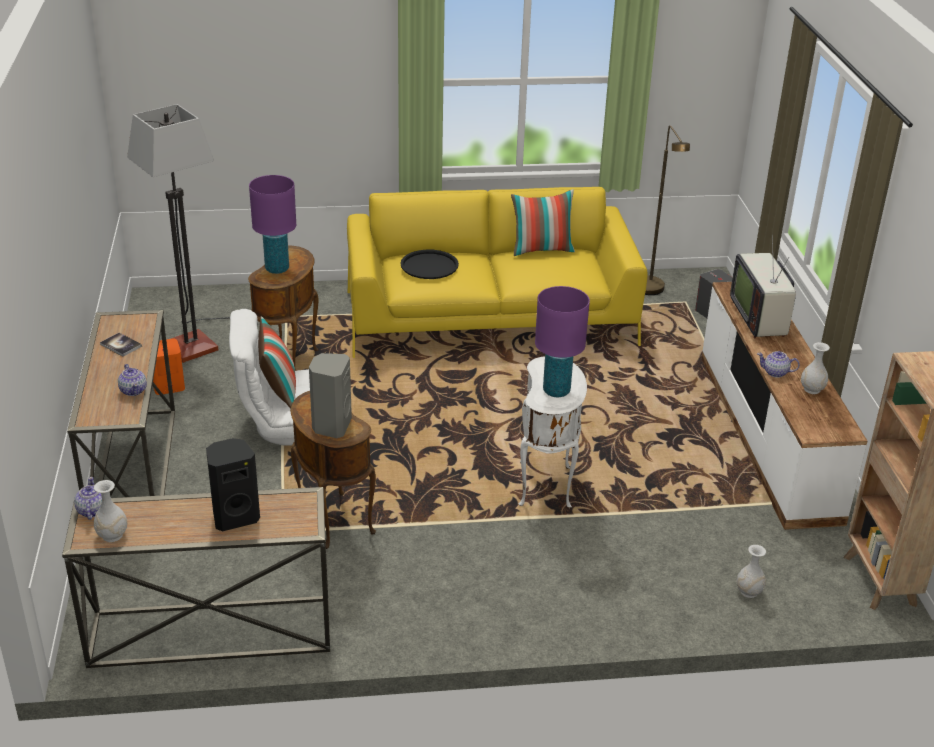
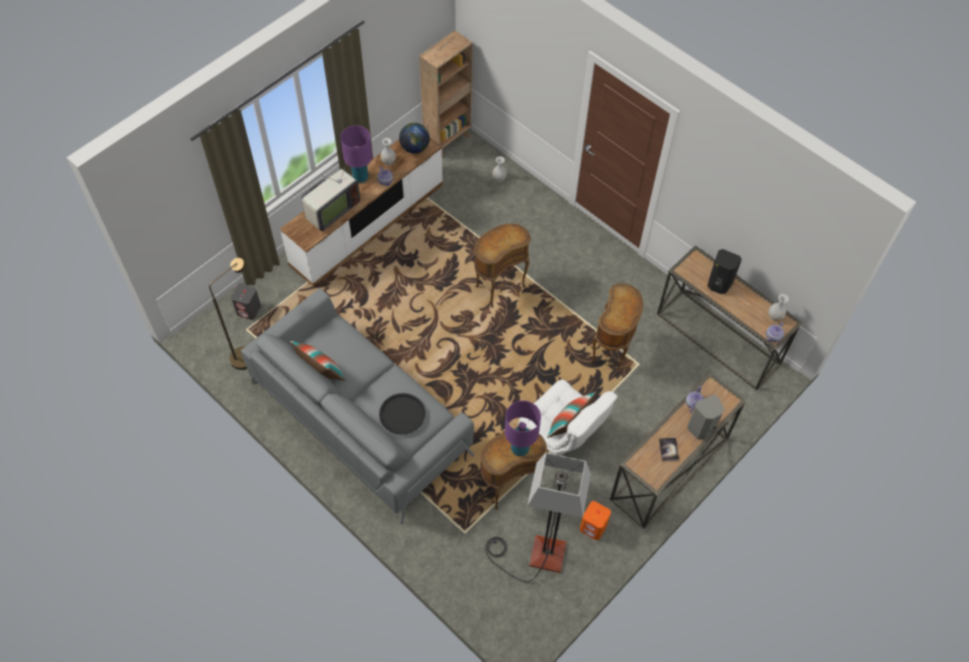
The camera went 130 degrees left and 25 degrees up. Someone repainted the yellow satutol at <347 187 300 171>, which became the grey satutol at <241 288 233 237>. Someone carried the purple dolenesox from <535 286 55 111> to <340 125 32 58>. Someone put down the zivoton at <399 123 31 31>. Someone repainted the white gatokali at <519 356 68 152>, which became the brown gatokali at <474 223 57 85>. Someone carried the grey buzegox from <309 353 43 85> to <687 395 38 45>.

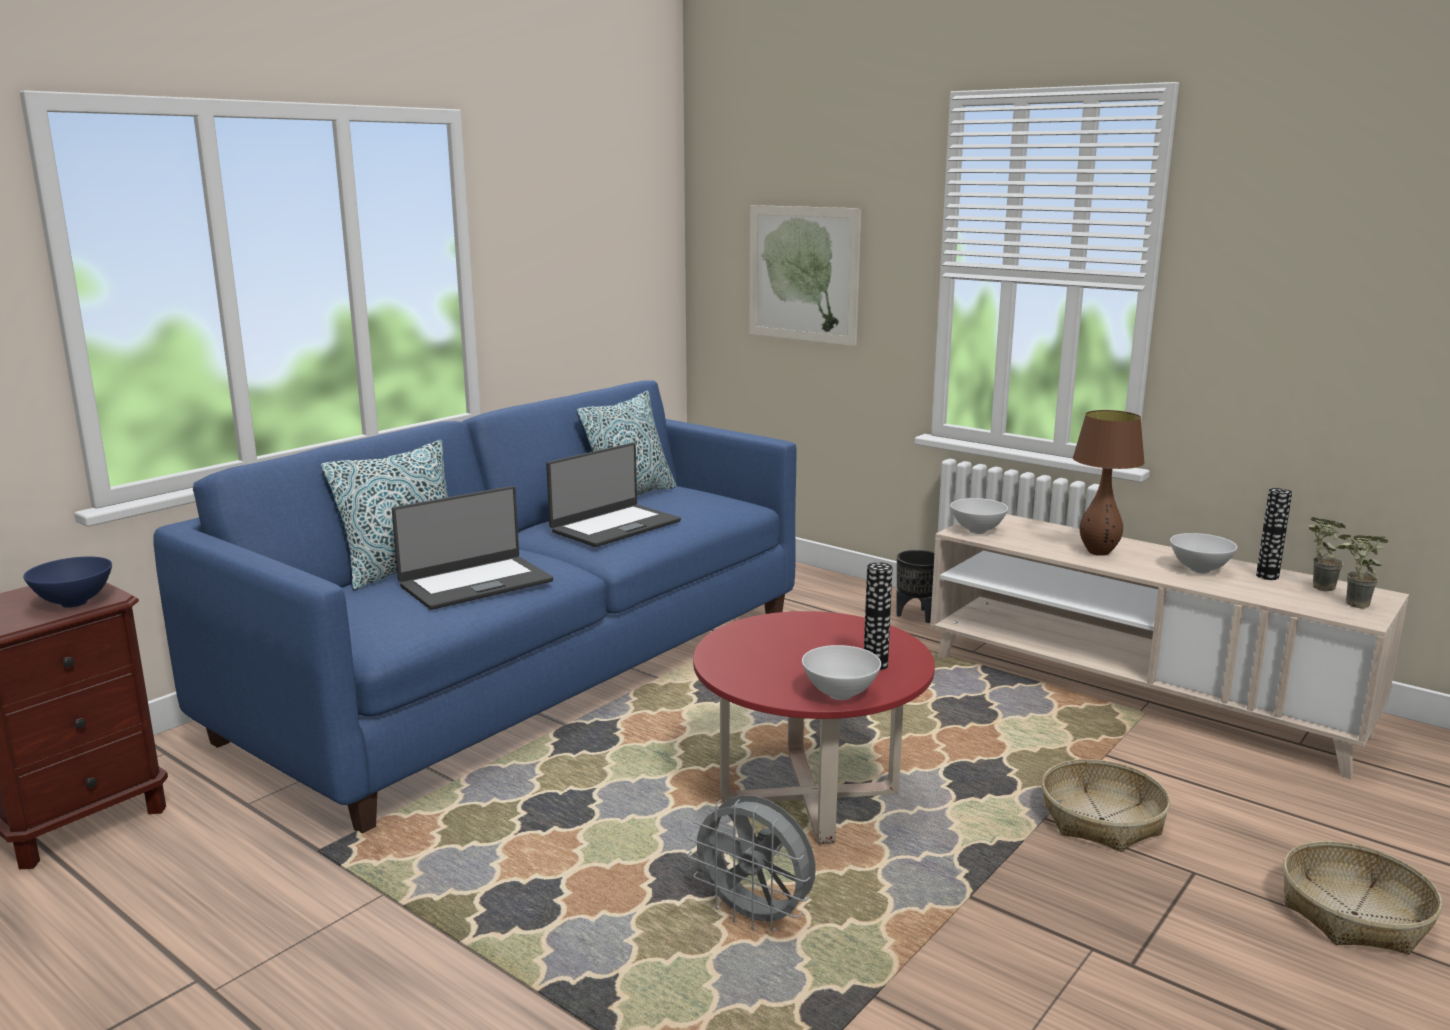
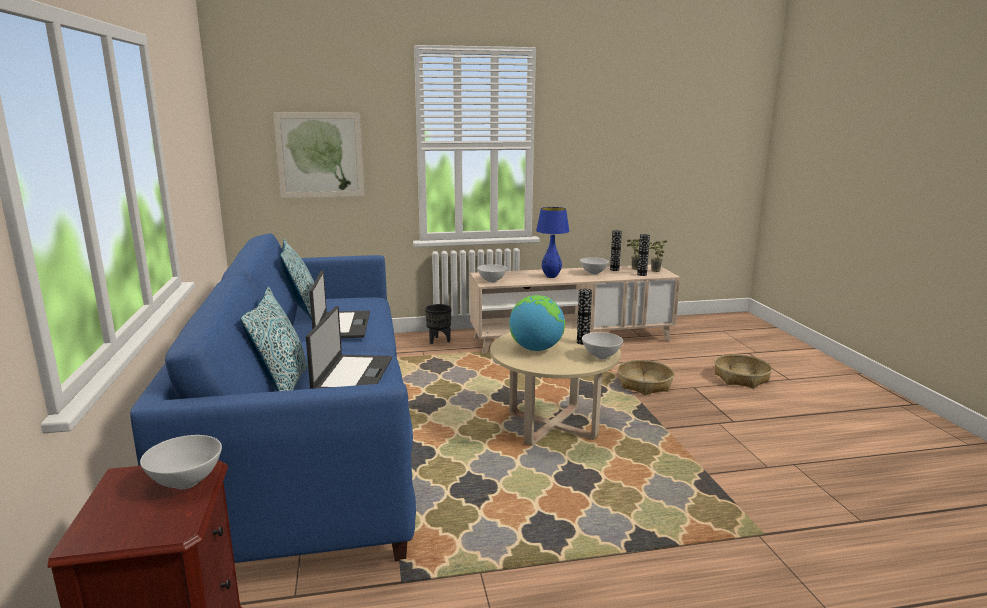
The camera went 50 degrees left and 0 degrees up. Someone repainted the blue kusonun at <23 557 89 51>, which became the white kusonun at <140 435 82 54>. Someone repainted the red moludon at <693 611 242 234>, which became the beige moludon at <490 328 131 118>. Someone put down the zivoton at <509 295 56 56>. Someone repainted the brown dolenesox at <1073 410 72 146>, which became the blue dolenesox at <536 207 34 71>. Someone put down the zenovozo at <637 234 13 42>. Someone took away the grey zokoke at <687 795 129 137>.

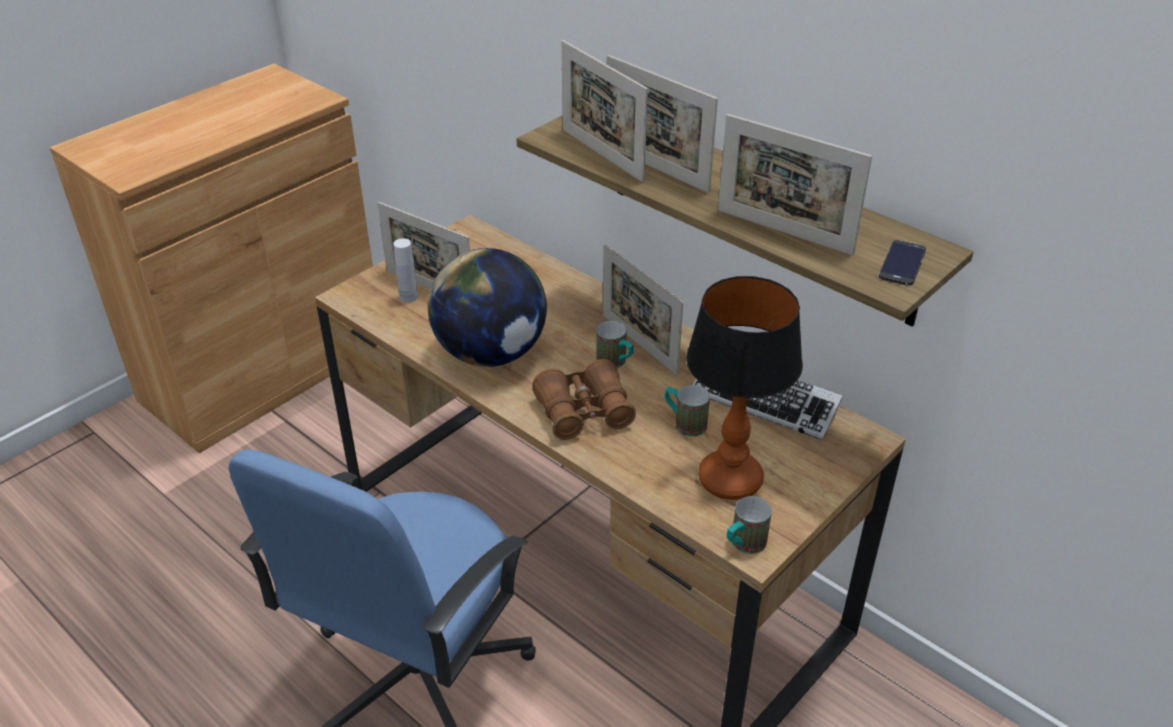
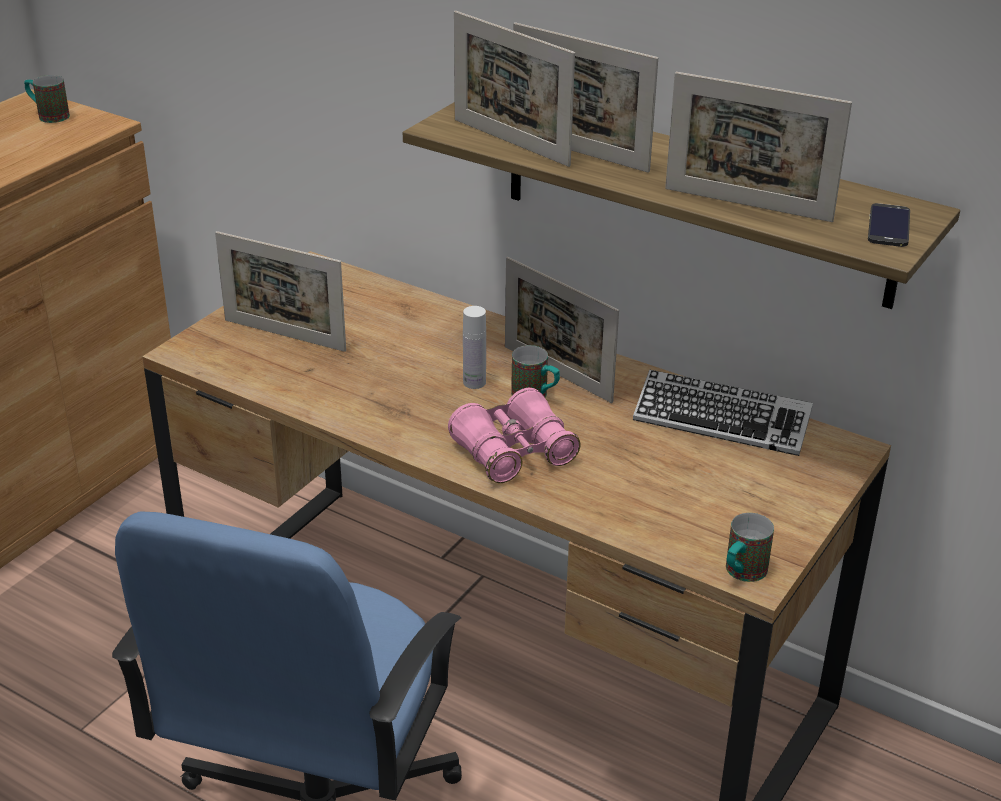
The camera went 10 degrees left and 5 degrees down. Someone carried the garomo from <665 385 45 52> to <24 75 46 48>. Someone repainted the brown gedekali at <532 359 104 81>, which became the pink gedekali at <448 388 133 95>. Someone carried the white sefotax from <393 238 25 65> to <463 306 23 83>. Someone took away the zivoton at <428 248 119 119>. Someone took away the dolenesox at <686 276 117 224>.

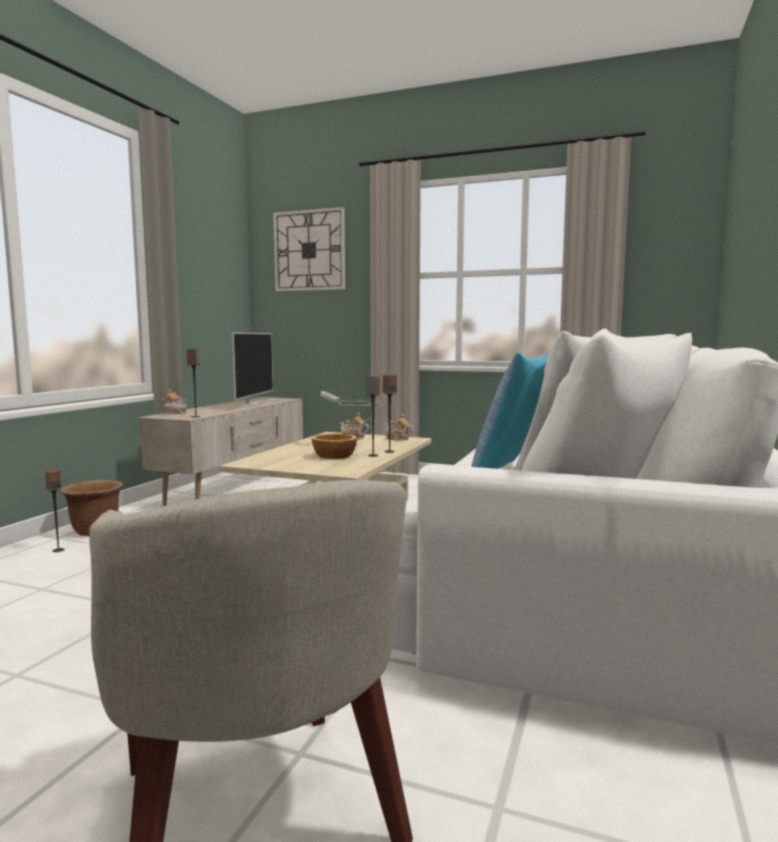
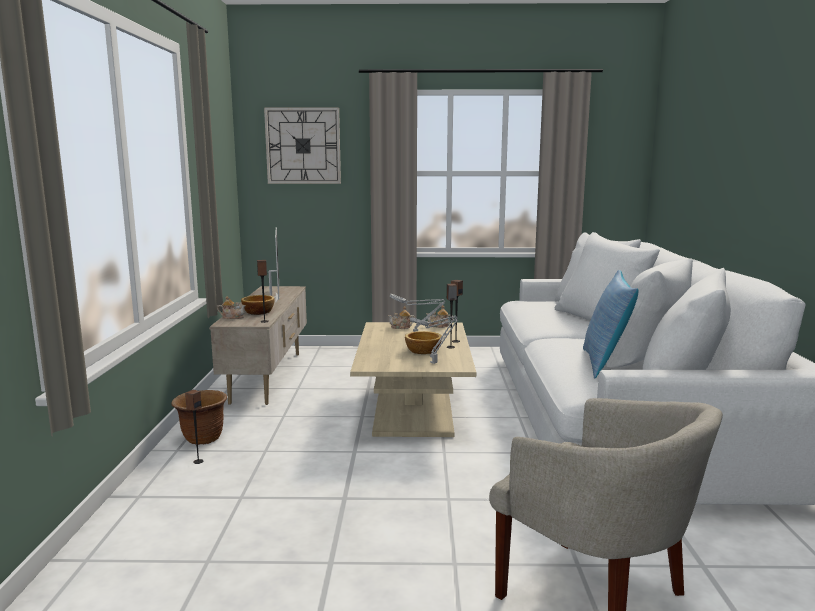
The camera went 20 degrees left and 5 degrees up. Someone put down the kusonun at <241 295 34 20>. Someone put down the grey dolenesox at <410 316 48 48>.

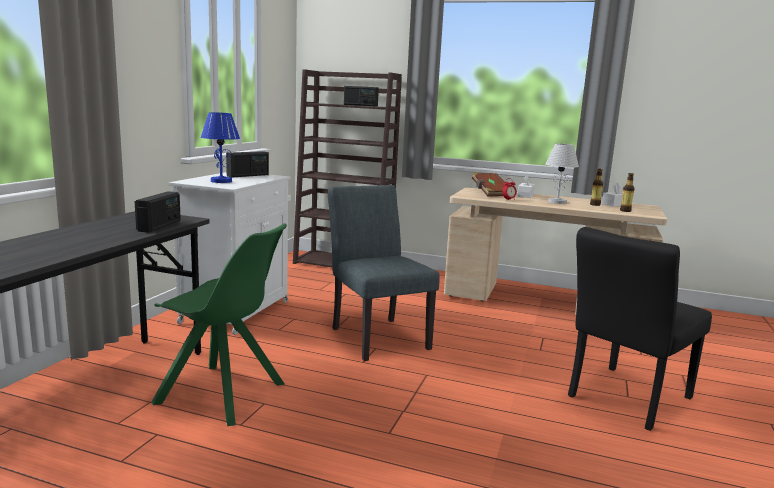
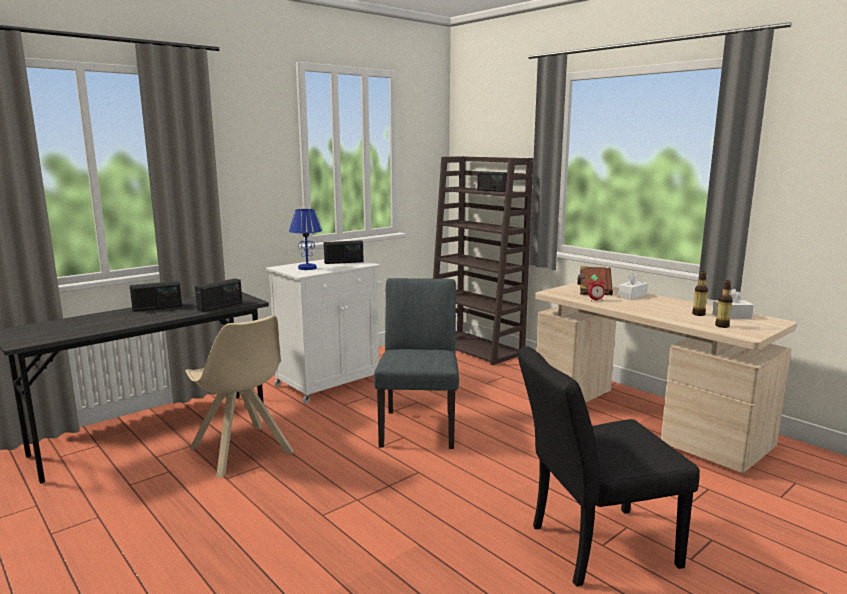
The camera went 30 degrees right and 0 degrees up. Someone put down the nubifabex at <130 281 52 31>. Someone repainted the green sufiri at <152 223 135 203>, which became the beige sufiri at <186 315 108 163>. Someone took away the white dolenesox at <546 144 33 60>.

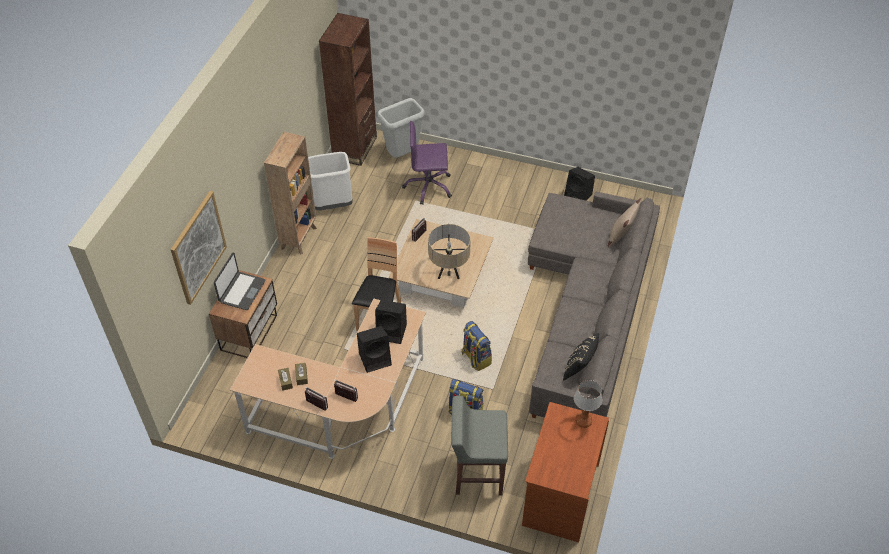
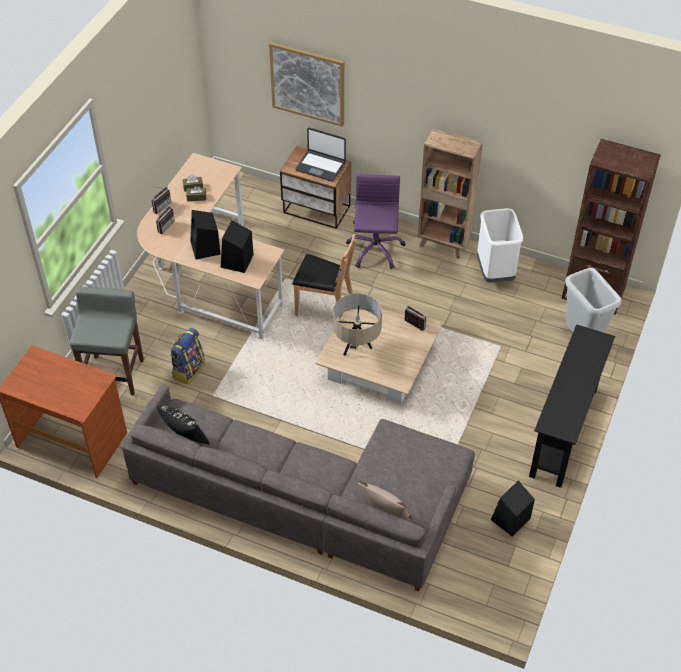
The camera went 95 degrees right and 0 degrees up. Someone carried the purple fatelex from <402 121 50 84> to <346 174 60 95>. Someone put down the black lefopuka at <529 324 86 164>. Someone took away the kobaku at <462 321 30 50>. Someone took away the dolenesox at <574 380 28 48>.

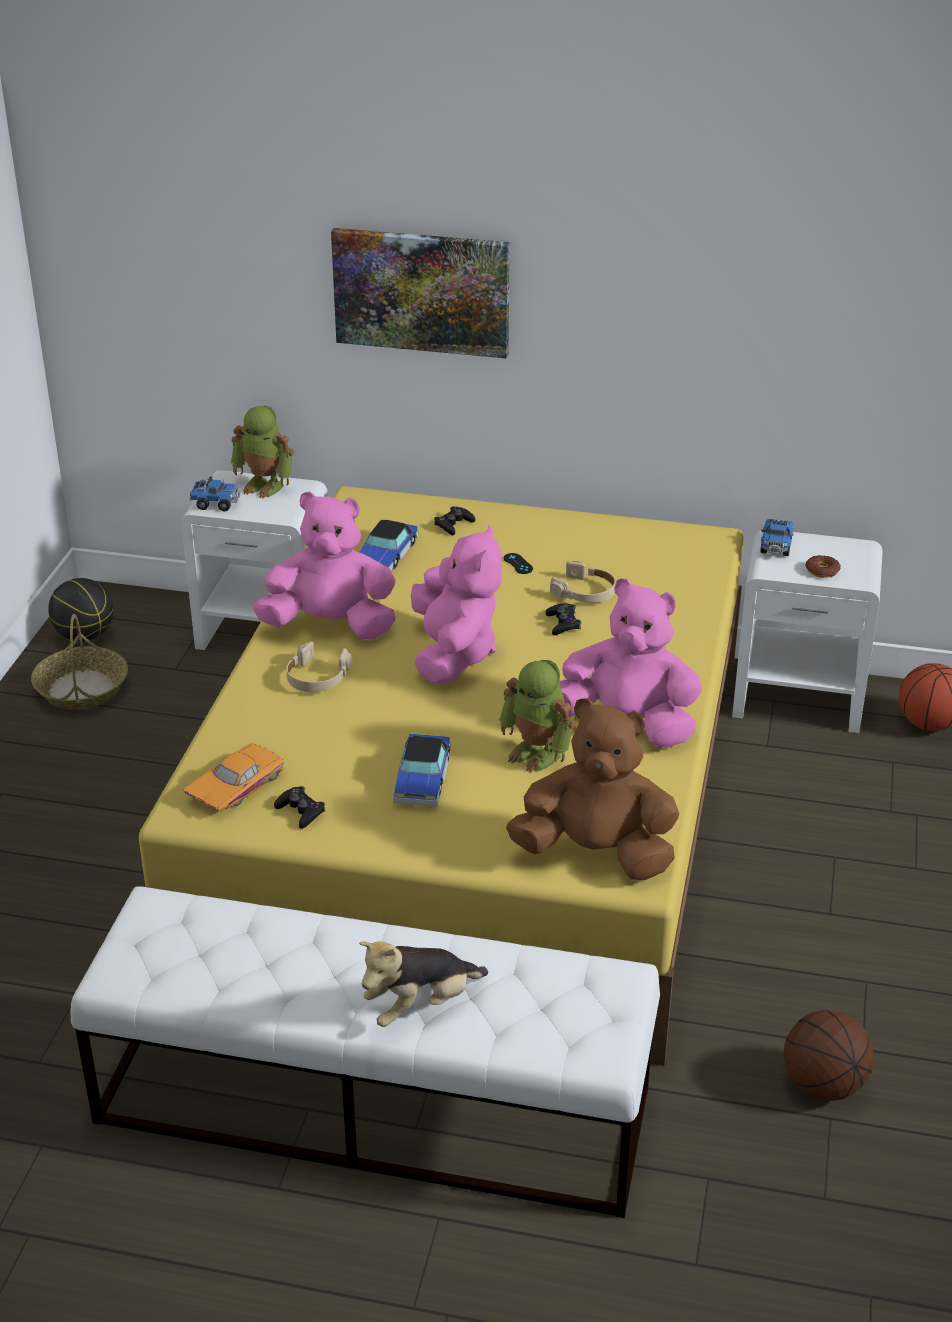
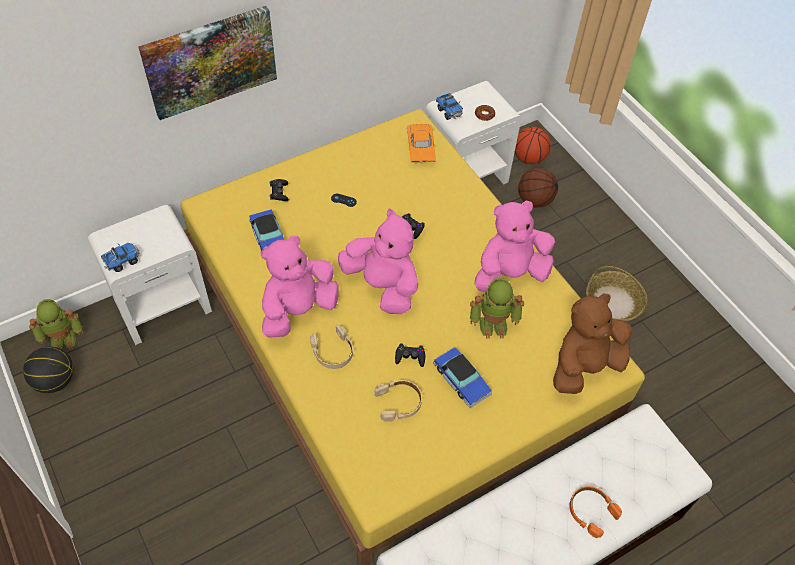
The camera went 45 degrees left and 20 degrees up. Someone carried the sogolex from <231 406 63 93> to <29 299 54 51>. Someone carried the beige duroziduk from <550 561 66 42> to <375 380 47 42>. Someone carried the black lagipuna from <274 786 51 43> to <395 343 30 24>. Someone carried the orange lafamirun from <183 743 101 69> to <407 124 29 38>. Someone carried the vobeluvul from <784 1010 90 91> to <518 168 40 40>. Someone swapped the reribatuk at <359 941 129 86> for the orange duroziduk at <570 486 52 52>. Someone carried the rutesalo from <31 614 97 96> to <586 266 61 55>.

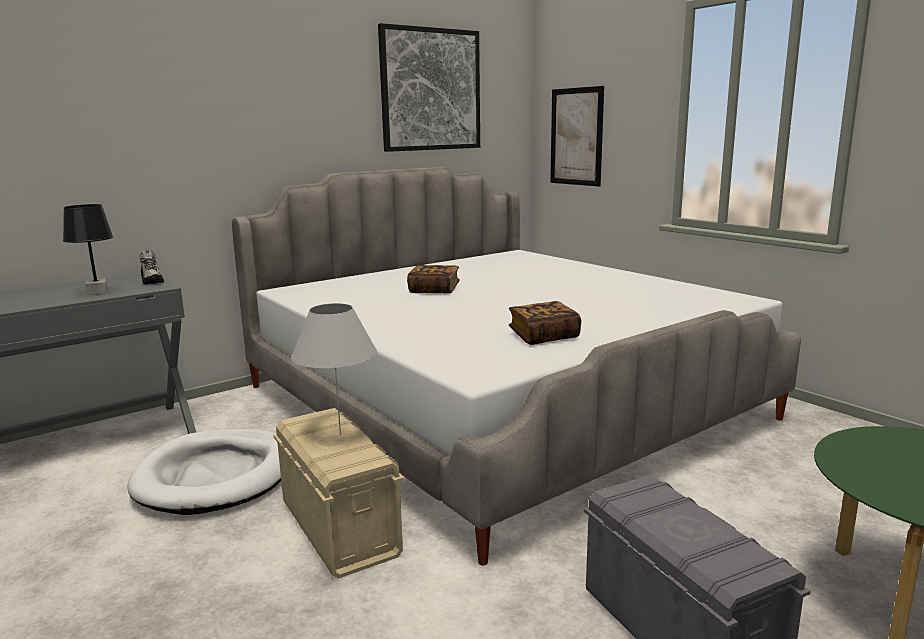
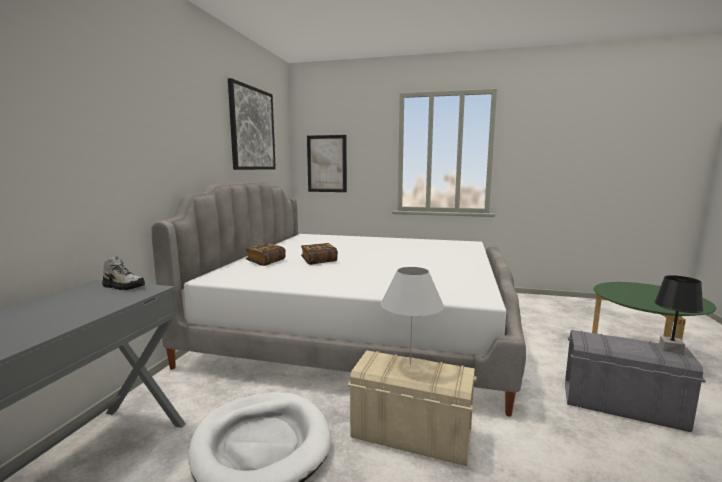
The camera went 40 degrees left and 5 degrees down. Someone carried the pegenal from <509 301 72 44> to <246 243 40 23>. Someone carried the black dolenesox from <63 204 50 91> to <654 275 50 79>.

